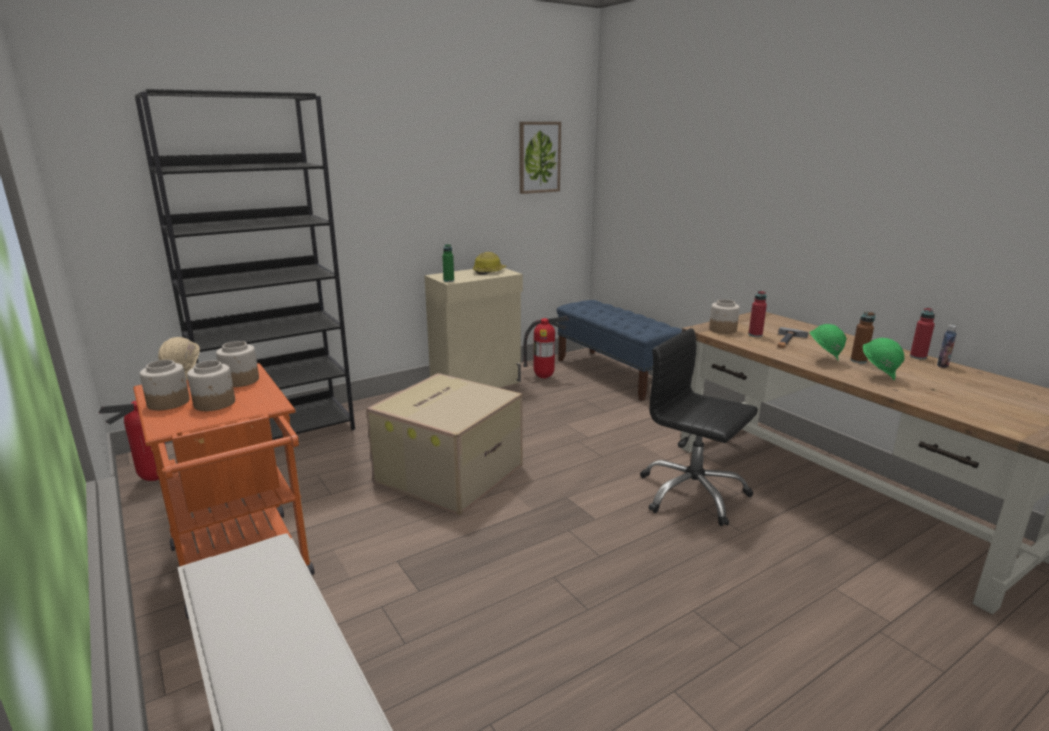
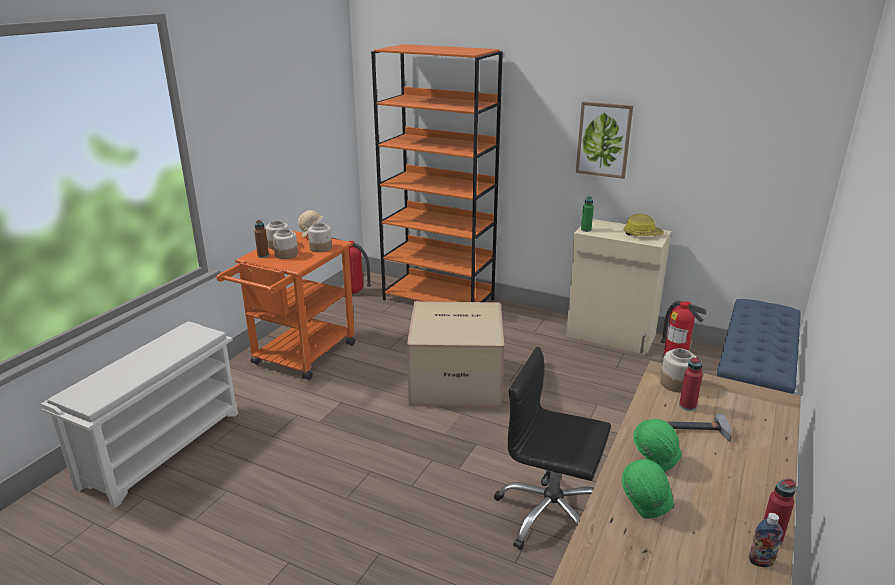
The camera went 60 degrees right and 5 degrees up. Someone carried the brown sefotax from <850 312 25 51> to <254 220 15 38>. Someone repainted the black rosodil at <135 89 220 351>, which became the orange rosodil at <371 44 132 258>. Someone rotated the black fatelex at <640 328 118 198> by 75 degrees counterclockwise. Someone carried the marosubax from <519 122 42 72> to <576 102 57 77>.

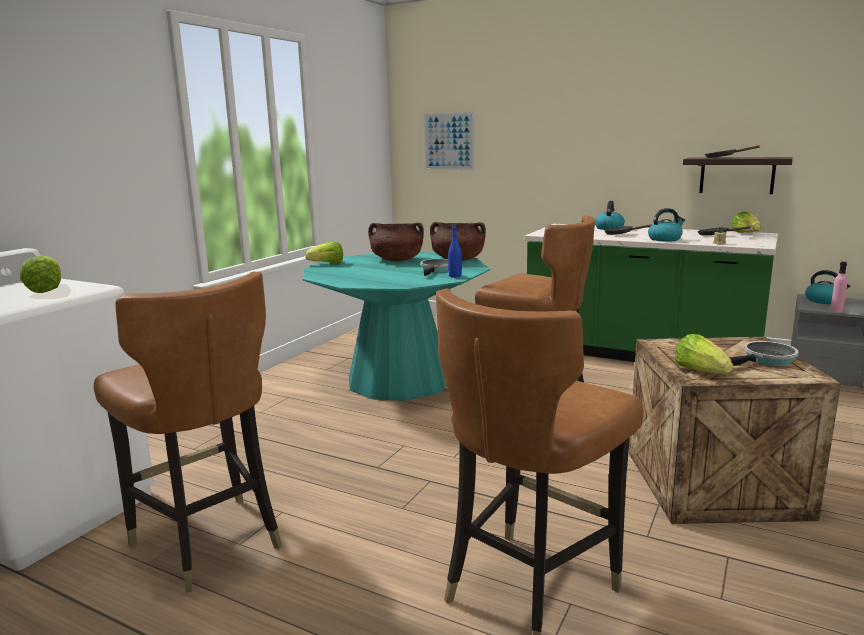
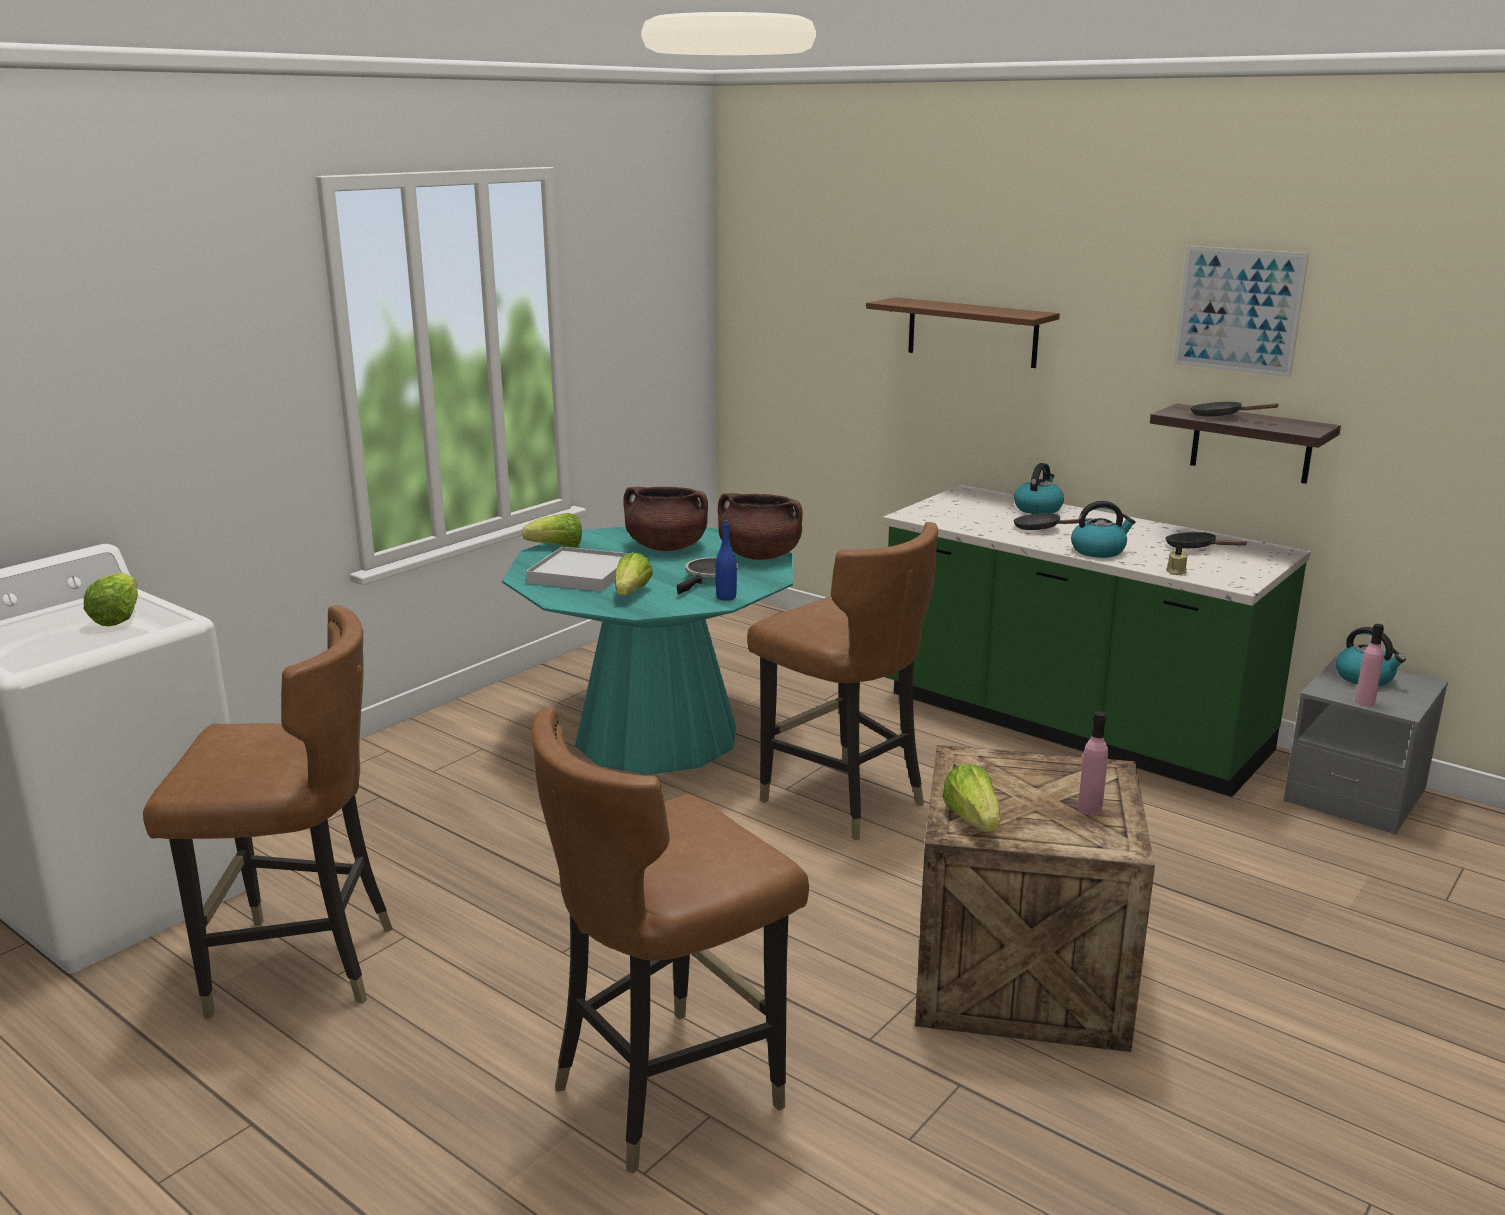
The camera went 10 degrees right and 5 degrees up. Someone rotated the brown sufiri at <94 271 188 322> by 60 degrees counterclockwise. Someone put down the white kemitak at <526 547 103 45>. Someone carried the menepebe from <731 211 30 22> to <615 552 38 43>. Someone put up the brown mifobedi at <866 297 194 71>. Someone swapped the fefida at <729 341 69 25> for the pink sefotax at <1078 711 30 105>. Someone carried the marosubax from <424 112 51 58> to <1174 246 135 131>.

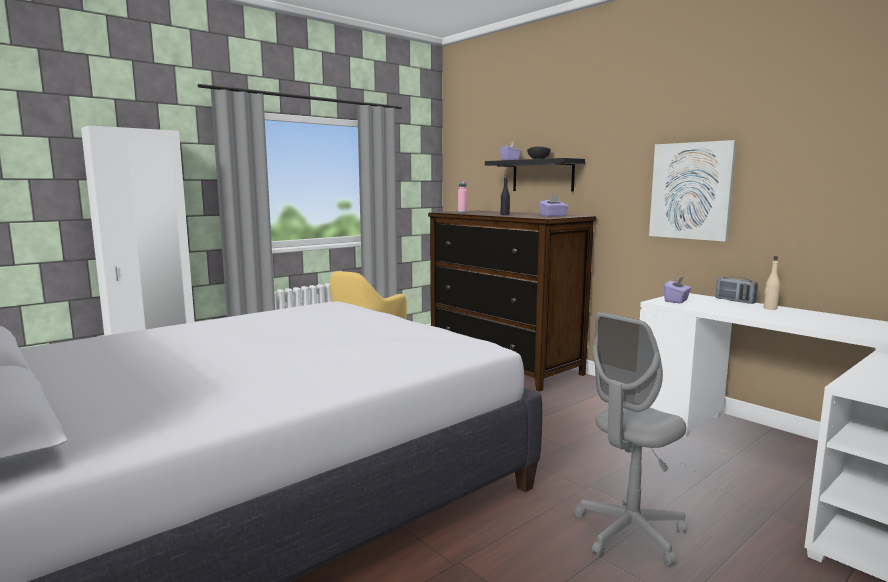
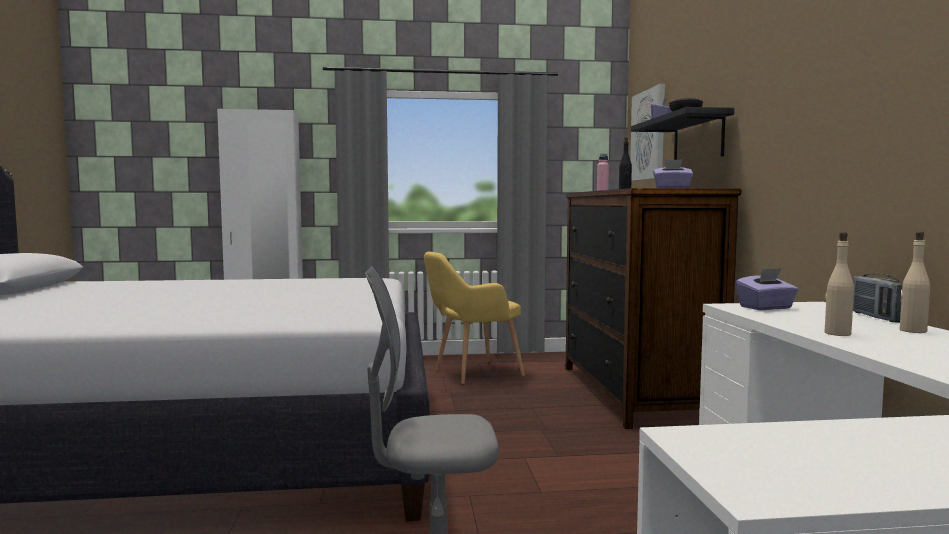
The camera went 35 degrees right and 5 degrees down. Someone carried the marosubax from <649 140 88 101> to <630 84 35 97>. Someone put down the beige sefotax at <825 232 29 104>.

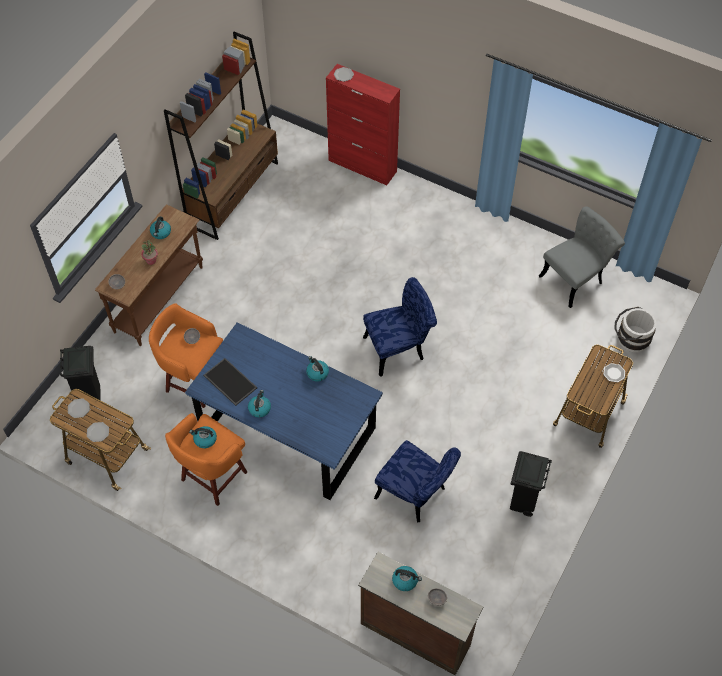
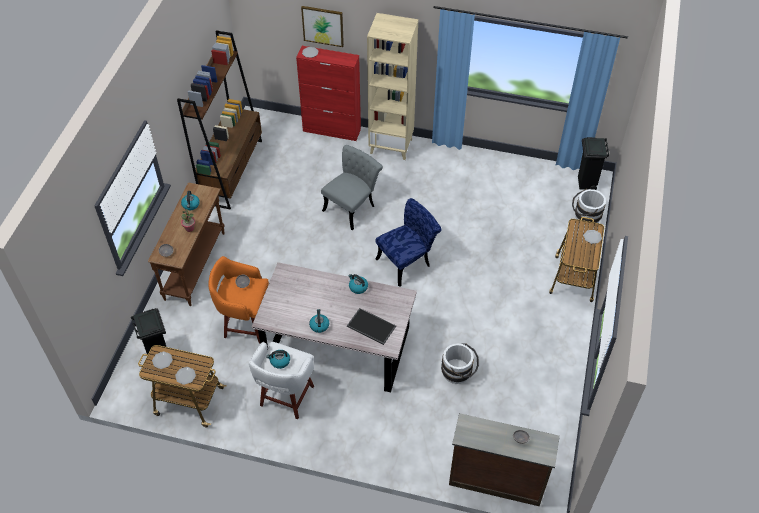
The camera went 15 degrees left and 5 degrees down. Someone repainted the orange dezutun at <165 413 82 93>, which became the white dezutun at <249 342 65 77>. Someone repainted the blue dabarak at <185 322 198 178>, which became the grey dabarak at <252 262 165 131>. Someone put up the marosubax at <301 6 43 41>. Someone carried the grey sufiri from <539 206 86 102> to <321 145 62 85>. Someone carried the kemitak from <203 358 54 48> to <347 308 49 37>. Someone put down the beige rosodil at <367 13 51 147>. Someone swapped the blue sufiri at <374 440 87 83> for the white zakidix at <441 343 38 41>. Someone carried the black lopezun from <510 451 42 66> to <578 137 31 53>. Someone took away the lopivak at <392 566 30 25>.

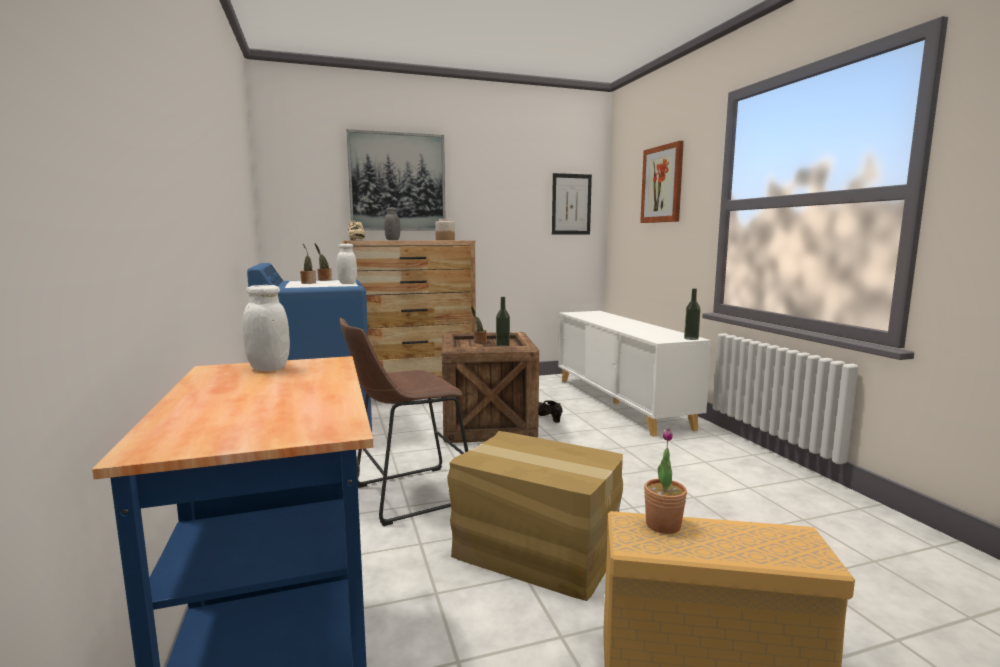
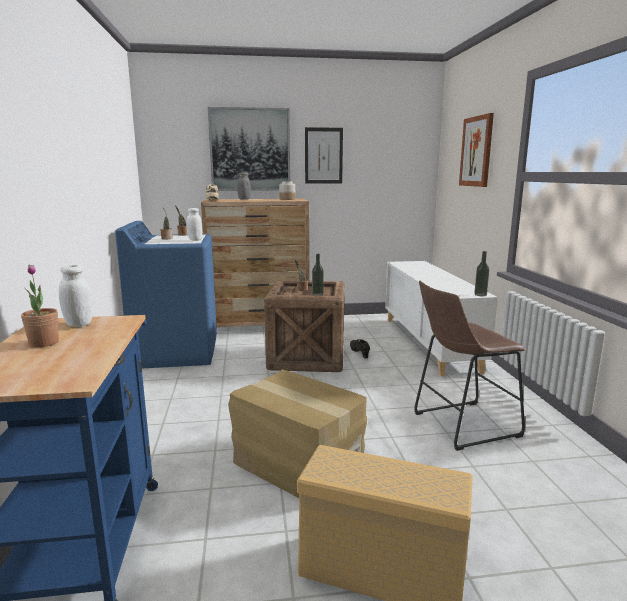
The camera went 10 degrees right and 5 degrees up. Someone carried the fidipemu from <644 428 43 106> to <21 265 38 82>. Someone carried the marosubax from <552 173 40 62> to <305 127 38 57>. Someone carried the brown dezutun from <340 318 128 208> to <414 280 111 171>.

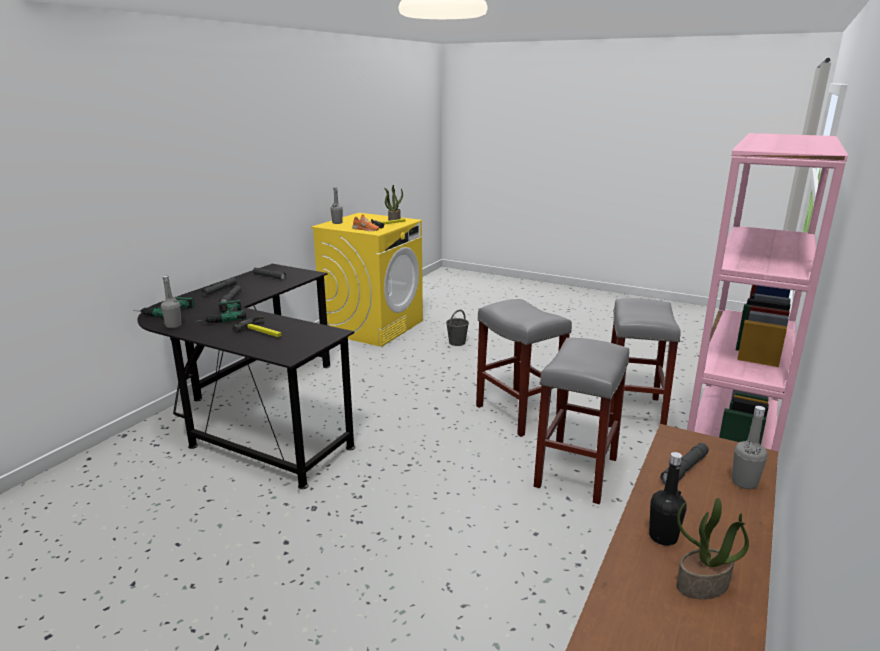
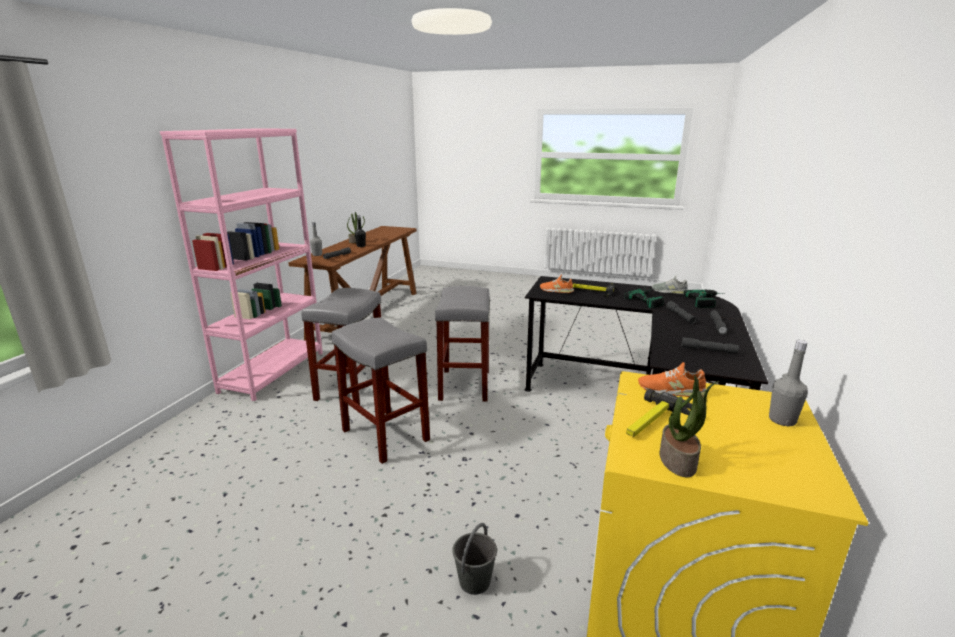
The camera went 170 degrees right and 0 degrees up. Someone carried the grey dezutun from <609 298 72 129> to <435 286 55 116>. Someone put down the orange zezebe at <540 275 34 18>. Someone swapped the grey sefotax at <161 276 20 52> for the grey zezebe at <652 276 36 18>.

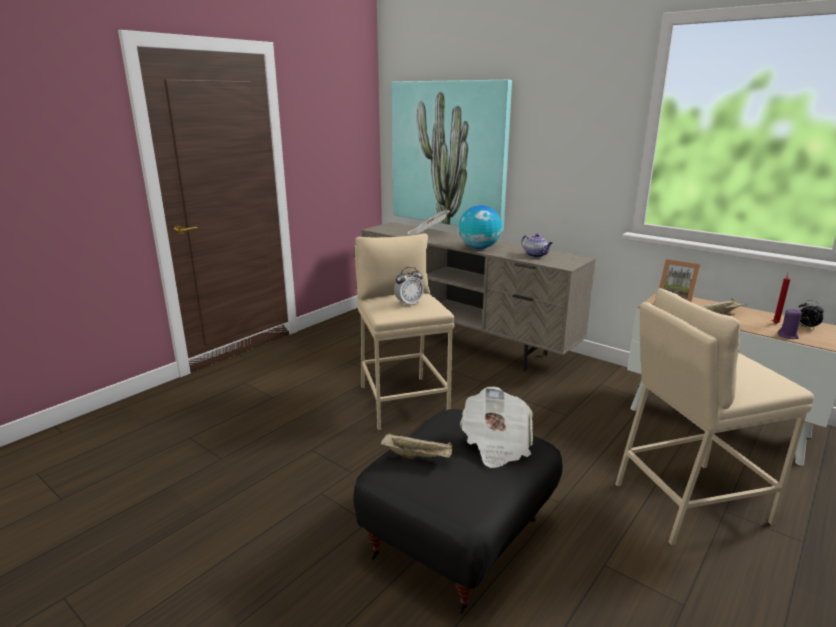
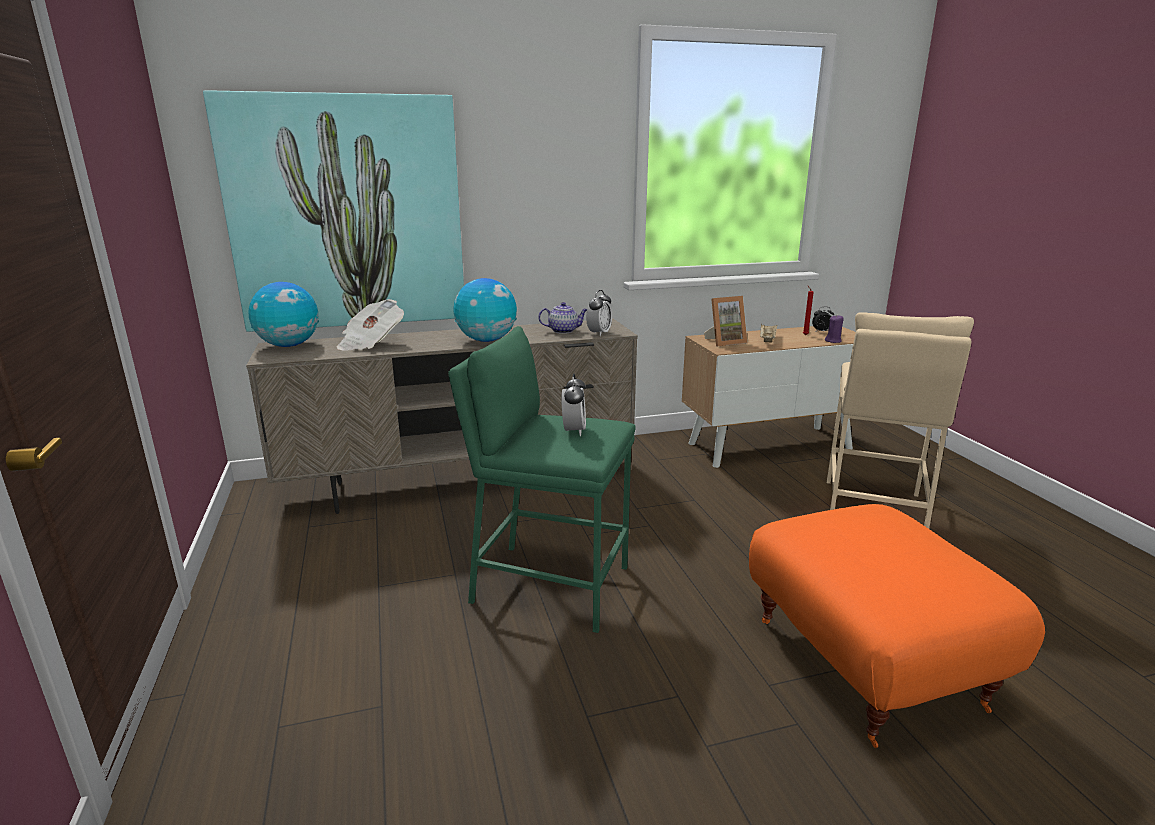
The camera went 55 degrees left and 0 degrees up. Someone put down the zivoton at <248 282 71 65>. Someone repainted the beige dezutun at <355 234 100 196>, which became the green dezutun at <448 326 188 307>. Someone put down the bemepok at <586 290 26 46>. Someone repainted the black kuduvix at <354 409 209 205>, which became the orange kuduvix at <749 504 296 244>. Someone took away the beige kemitak at <381 433 71 26>. Someone took away the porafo at <460 387 73 81>.

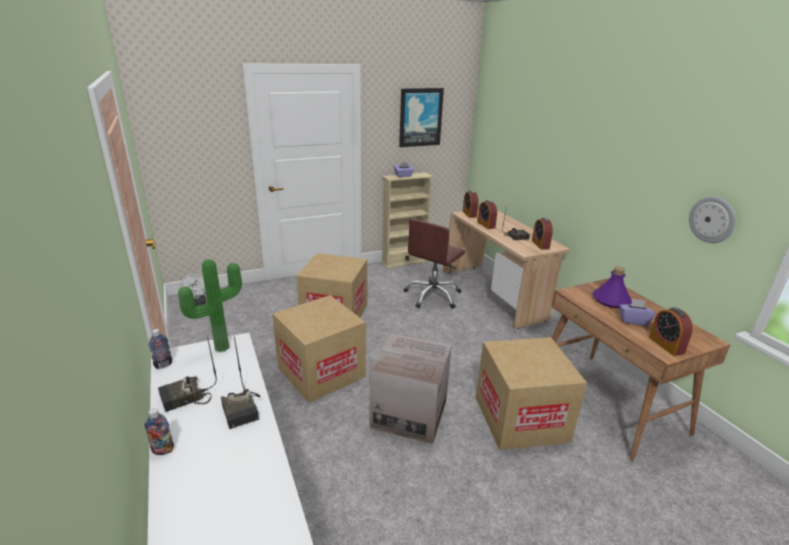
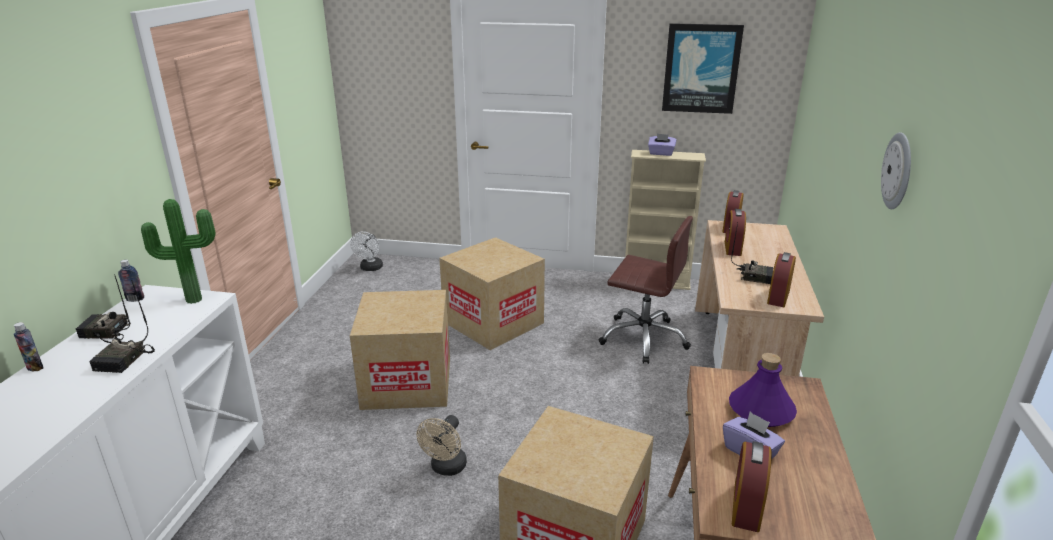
The camera went 35 degrees right and 0 degrees up. Someone swapped the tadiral at <369 334 83 110> for the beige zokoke at <417 415 50 61>. Someone rotated the brown fatelex at <404 219 61 90> by 135 degrees counterclockwise. Someone carried the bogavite from <689 196 47 47> to <881 132 30 77>.

